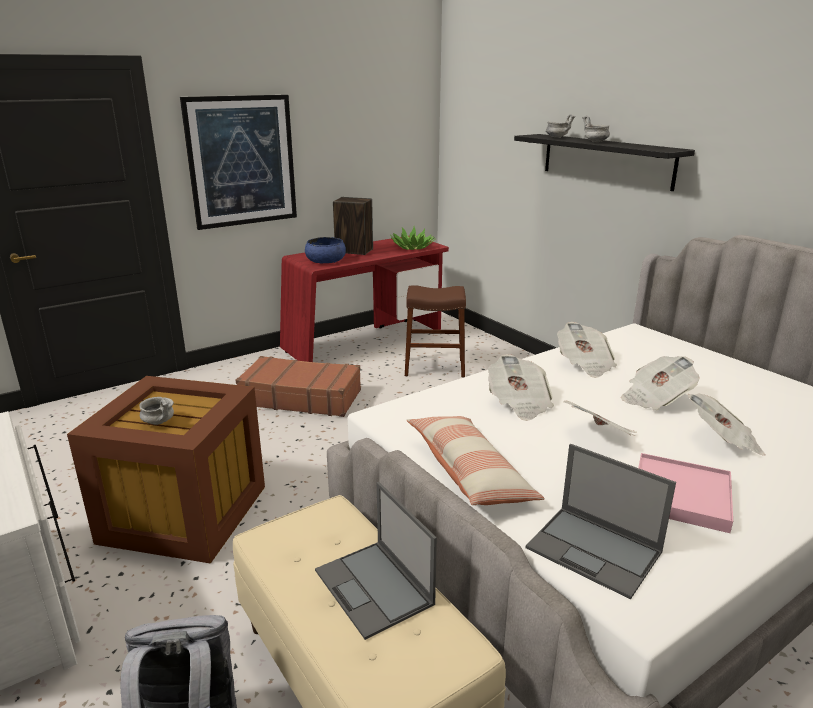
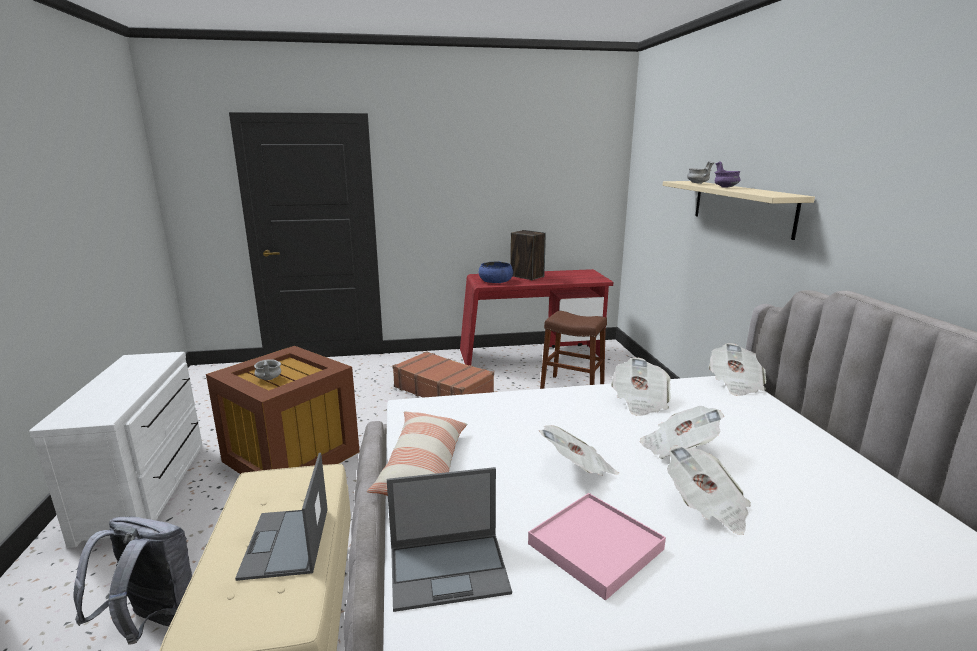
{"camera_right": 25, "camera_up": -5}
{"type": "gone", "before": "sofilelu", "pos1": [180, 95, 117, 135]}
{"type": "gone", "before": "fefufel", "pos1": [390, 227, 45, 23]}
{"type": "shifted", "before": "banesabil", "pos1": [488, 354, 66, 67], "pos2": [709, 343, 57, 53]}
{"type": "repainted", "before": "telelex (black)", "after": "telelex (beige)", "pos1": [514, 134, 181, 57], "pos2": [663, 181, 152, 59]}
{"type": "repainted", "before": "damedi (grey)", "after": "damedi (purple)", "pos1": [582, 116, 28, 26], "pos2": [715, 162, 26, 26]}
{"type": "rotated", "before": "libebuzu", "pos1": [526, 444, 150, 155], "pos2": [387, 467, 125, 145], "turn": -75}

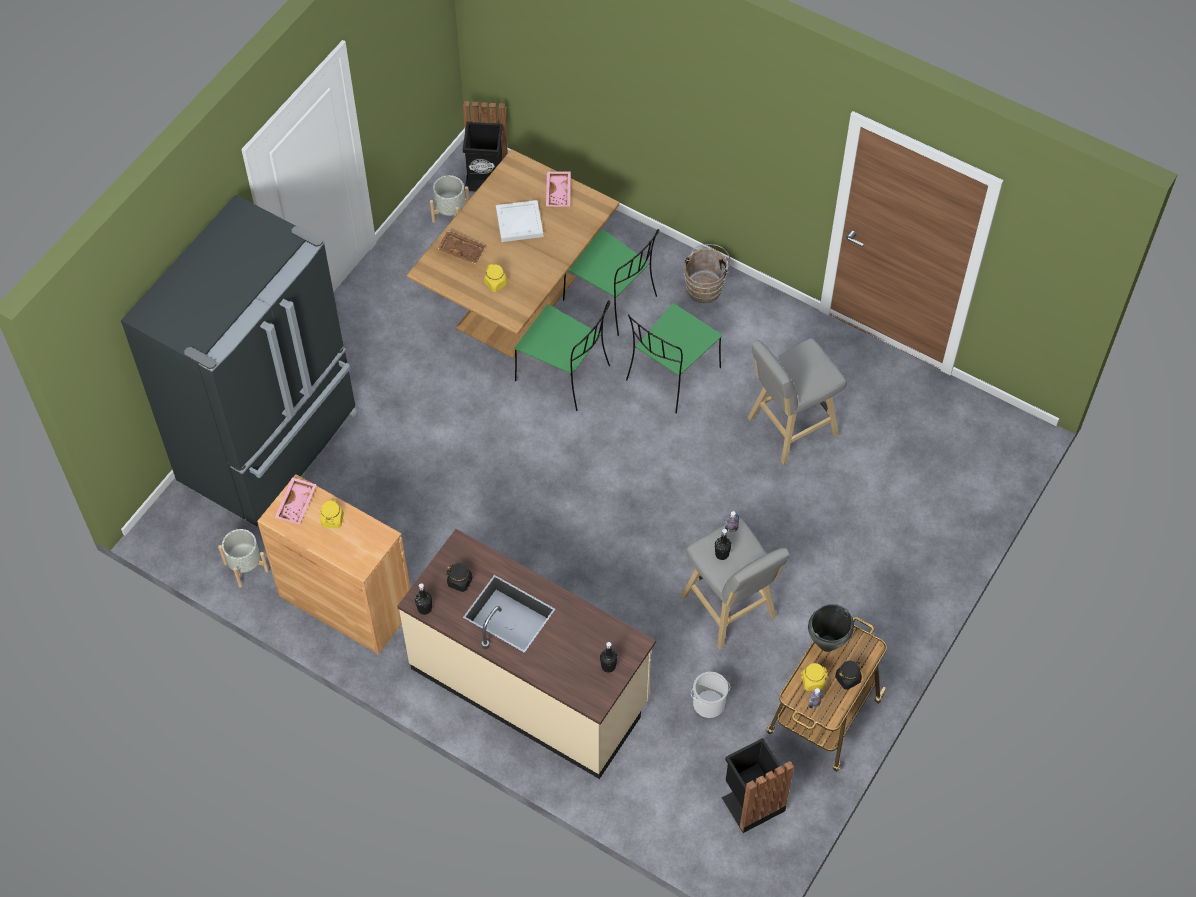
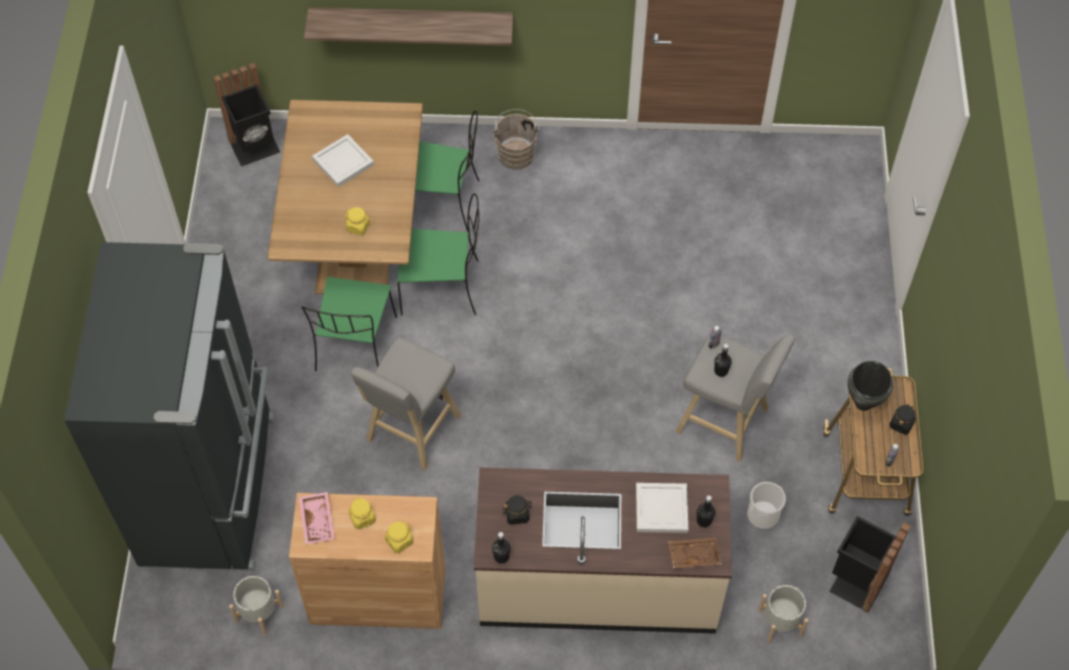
{"camera_right": -30, "camera_up": 0}
{"type": "gone", "before": "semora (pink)", "pos1": [546, 171, 25, 36]}
{"type": "new", "after": "telelex", "pos2": [304, 7, 209, 39]}
{"type": "new", "after": "semora (white)", "pos2": [636, 483, 52, 50]}
{"type": "shifted", "before": "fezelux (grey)", "pos1": [430, 175, 39, 48], "pos2": [758, 585, 50, 58]}
{"type": "shifted", "before": "semora (brown)", "pos1": [438, 231, 47, 33], "pos2": [668, 537, 54, 31]}
{"type": "shifted", "before": "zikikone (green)", "pos1": [626, 303, 96, 111], "pos2": [301, 277, 96, 94]}
{"type": "shifted", "before": "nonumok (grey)", "pos1": [748, 338, 99, 126], "pos2": [351, 337, 110, 133]}
{"type": "shifted", "before": "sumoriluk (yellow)", "pos1": [800, 663, 28, 28], "pos2": [384, 522, 29, 31]}

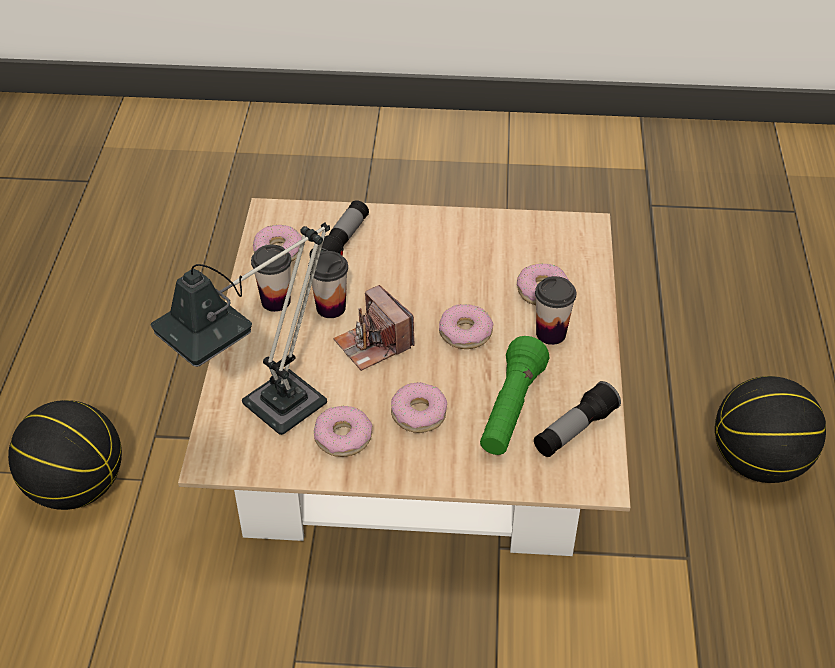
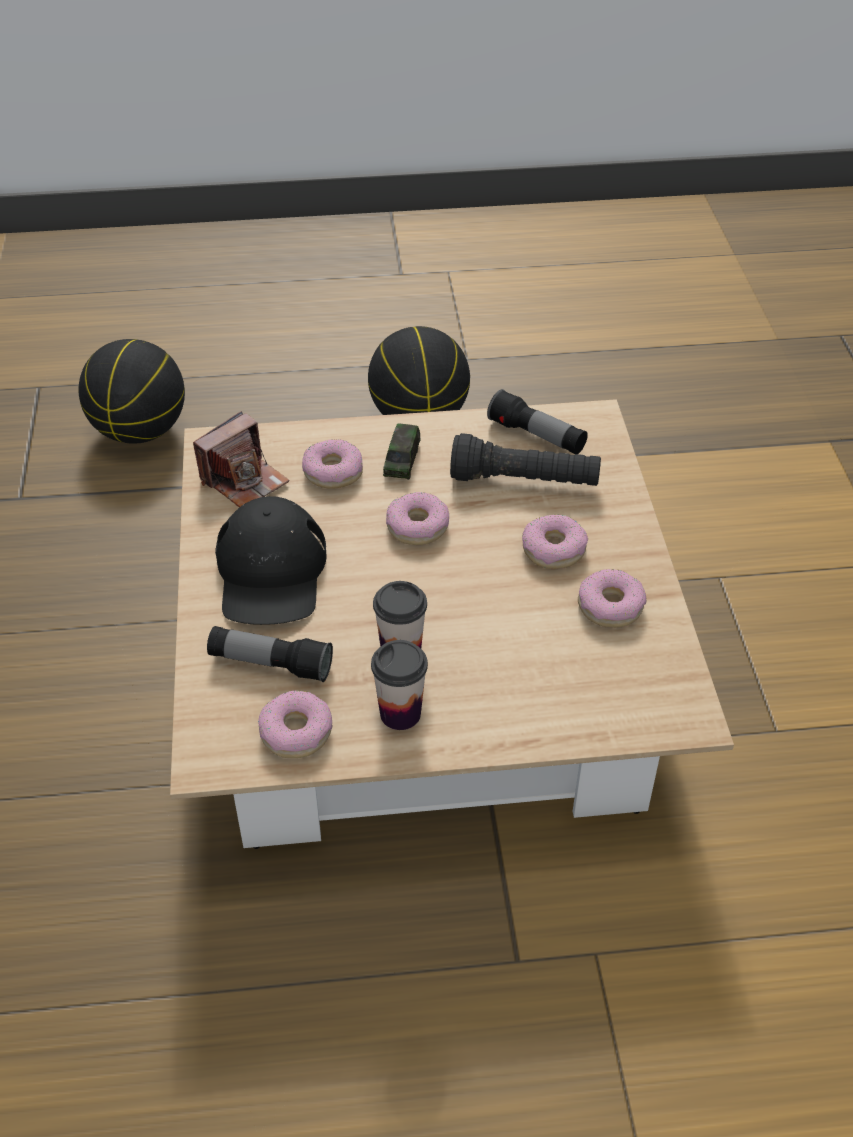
{"camera_right": -100, "camera_up": 0}
{"type": "gone", "before": "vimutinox", "pos1": [151, 223, 179, 212]}
{"type": "new", "after": "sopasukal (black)", "pos2": [215, 496, 112, 129]}
{"type": "shifted", "before": "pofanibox", "pos1": [8, 400, 114, 110], "pos2": [79, 339, 106, 105]}
{"type": "shifted", "before": "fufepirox", "pos1": [333, 285, 82, 86], "pos2": [193, 411, 97, 96]}
{"type": "swapped", "before": "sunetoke", "after": "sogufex", "pos1": [535, 276, 41, 69], "pos2": [383, 423, 38, 57]}
{"type": "repainted", "before": "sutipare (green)", "after": "sutipare (black)", "pos1": [480, 336, 69, 119], "pos2": [450, 433, 151, 53]}

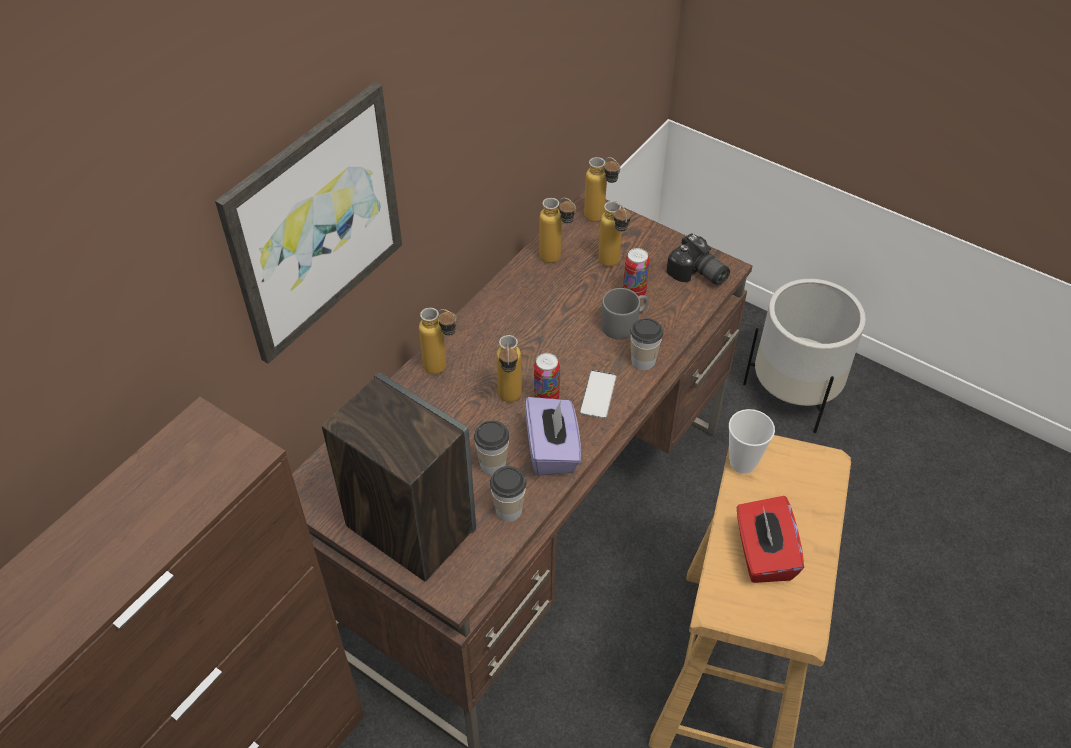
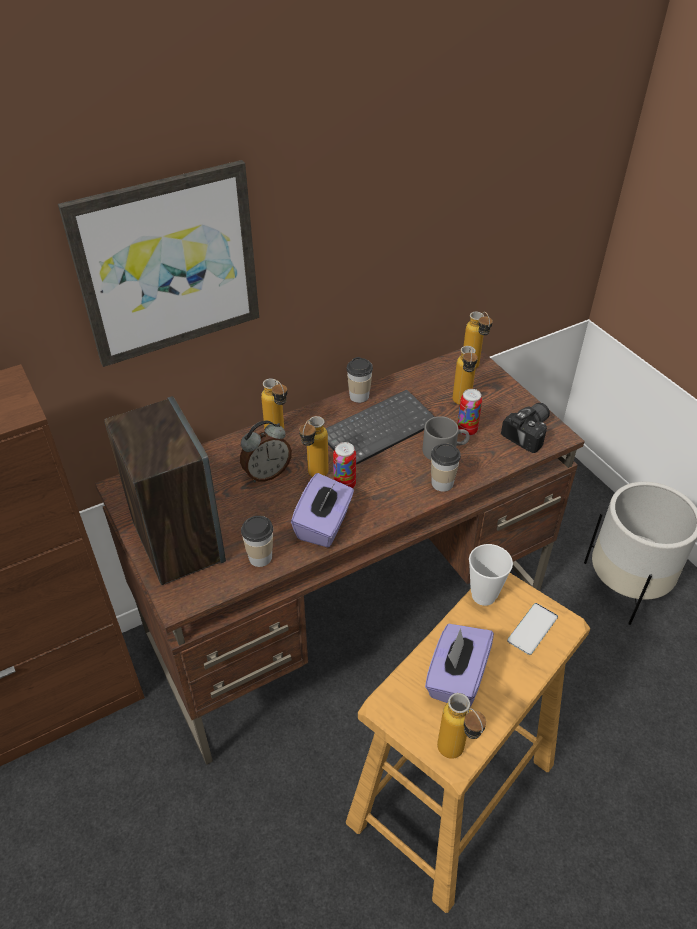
{"camera_right": 25, "camera_up": -5}
{"type": "new", "after": "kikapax", "pos2": [240, 420, 52, 62]}
{"type": "new", "after": "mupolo", "pos2": [326, 390, 109, 75]}
{"type": "shifted", "before": "sunetoke", "pos1": [474, 421, 35, 54], "pos2": [347, 357, 26, 46]}
{"type": "shifted", "before": "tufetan", "pos1": [539, 198, 37, 65], "pos2": [437, 693, 49, 66]}
{"type": "shifted", "before": "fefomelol", "pos1": [580, 370, 37, 48], "pos2": [507, 603, 51, 52]}
{"type": "repainted", "before": "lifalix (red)", "after": "lifalix (purple)", "pos1": [737, 496, 67, 87], "pos2": [425, 624, 69, 84]}
{"type": "rotated", "before": "fufepirox", "pos1": [666, 234, 64, 51], "pos2": [501, 403, 49, 50], "turn": -120}

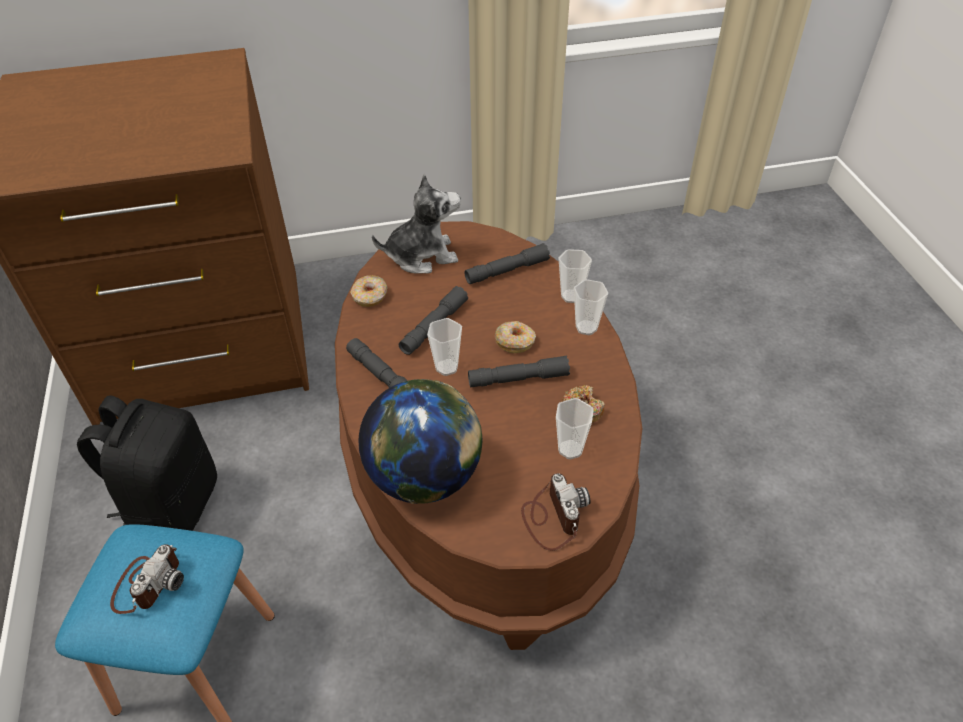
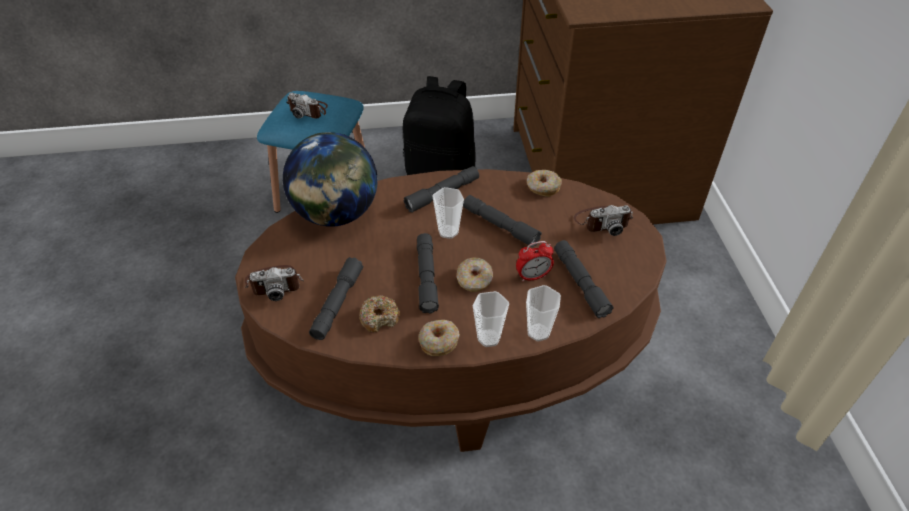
{"camera_right": 95, "camera_up": 0}
{"type": "new", "after": "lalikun", "pos2": [418, 320, 42, 36]}
{"type": "new", "after": "kikapax", "pos2": [516, 241, 38, 41]}
{"type": "swapped", "before": "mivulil", "after": "fufepirox", "pos1": [372, 174, 88, 100], "pos2": [574, 205, 59, 31]}
{"type": "swapped", "before": "sunetoke", "after": "sutipare (grey)", "pos1": [556, 398, 38, 62], "pos2": [309, 257, 54, 83]}

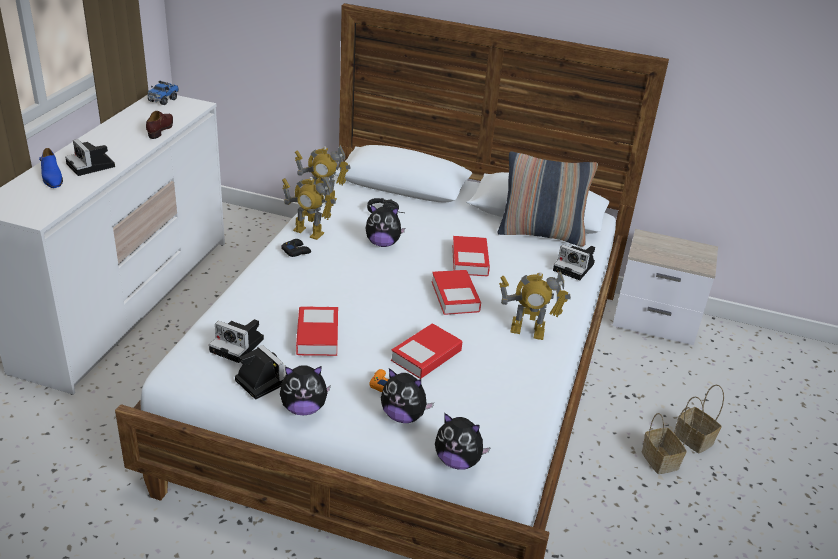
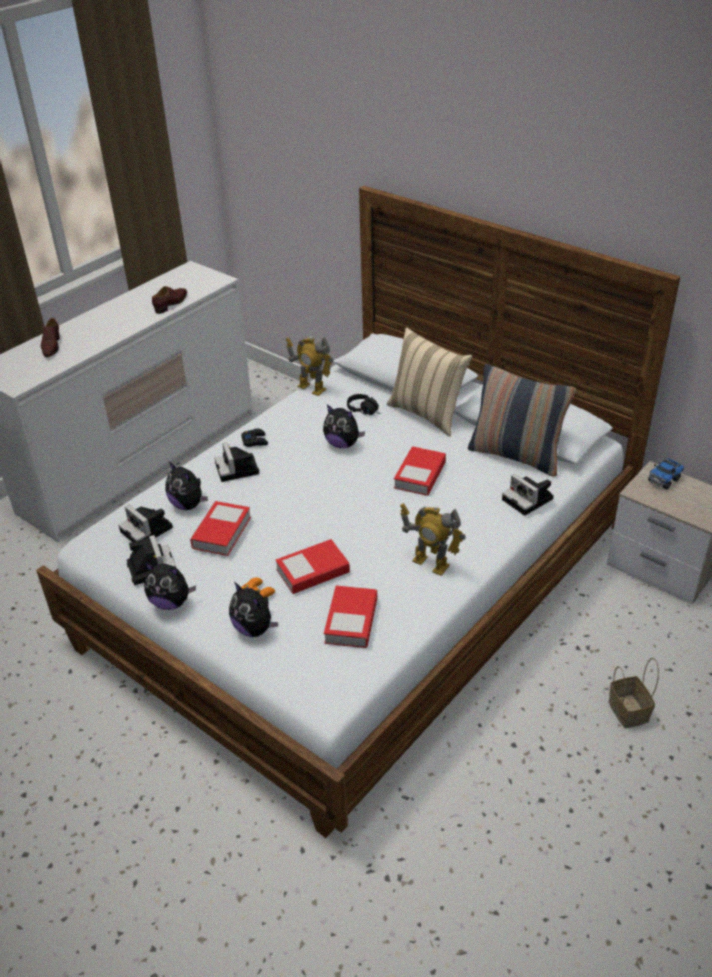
{"camera_right": 25, "camera_up": 5}
{"type": "gone", "before": "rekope", "pos1": [282, 177, 54, 63]}
{"type": "gone", "before": "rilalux", "pos1": [642, 407, 51, 67]}
{"type": "new", "after": "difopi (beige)", "pos2": [387, 328, 85, 109]}
{"type": "shifted", "before": "fufepirox", "pos1": [65, 139, 50, 37], "pos2": [215, 442, 44, 40]}
{"type": "shifted", "before": "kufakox", "pos1": [147, 81, 32, 24], "pos2": [648, 458, 36, 31]}
{"type": "shifted", "before": "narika", "pos1": [432, 270, 49, 45], "pos2": [324, 586, 53, 62]}
{"type": "shifted", "before": "mivulil", "pos1": [435, 413, 56, 57], "pos2": [165, 461, 43, 49]}
{"type": "repainted", "before": "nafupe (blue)", "after": "nafupe (brown)", "pos1": [39, 148, 24, 40], "pos2": [41, 318, 19, 39]}

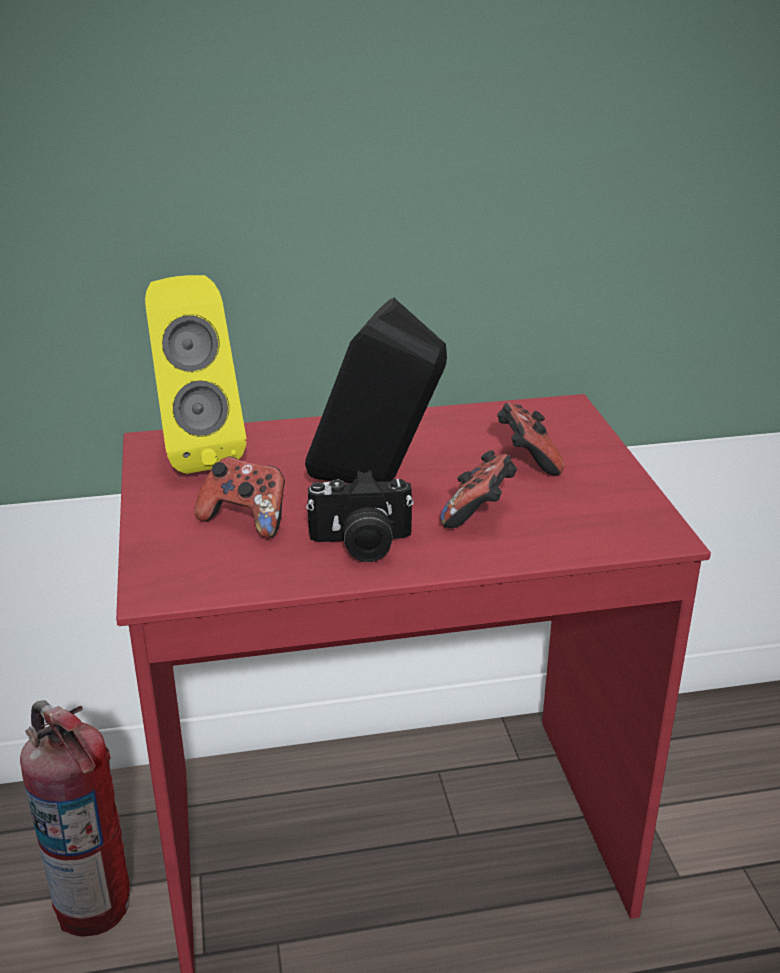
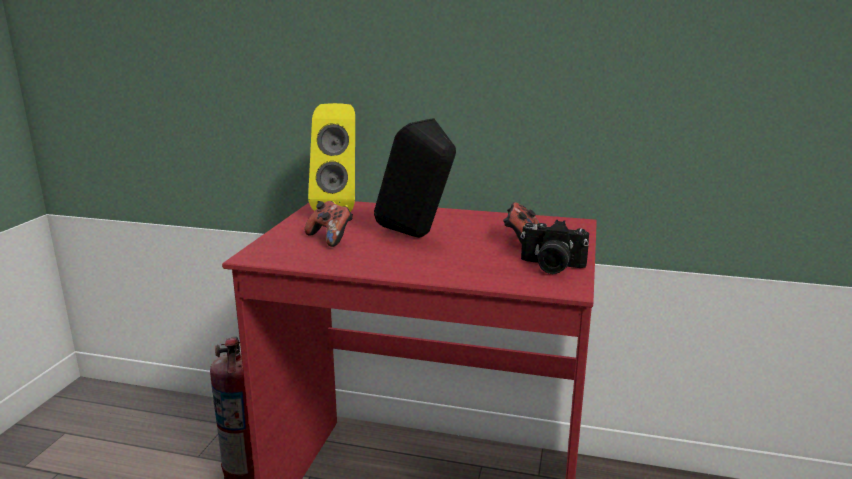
{"camera_right": 25, "camera_up": -10}
{"type": "gone", "before": "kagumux", "pos1": [440, 450, 77, 78]}
{"type": "shifted", "before": "fufepirox", "pos1": [306, 471, 108, 91], "pos2": [521, 220, 68, 54]}

